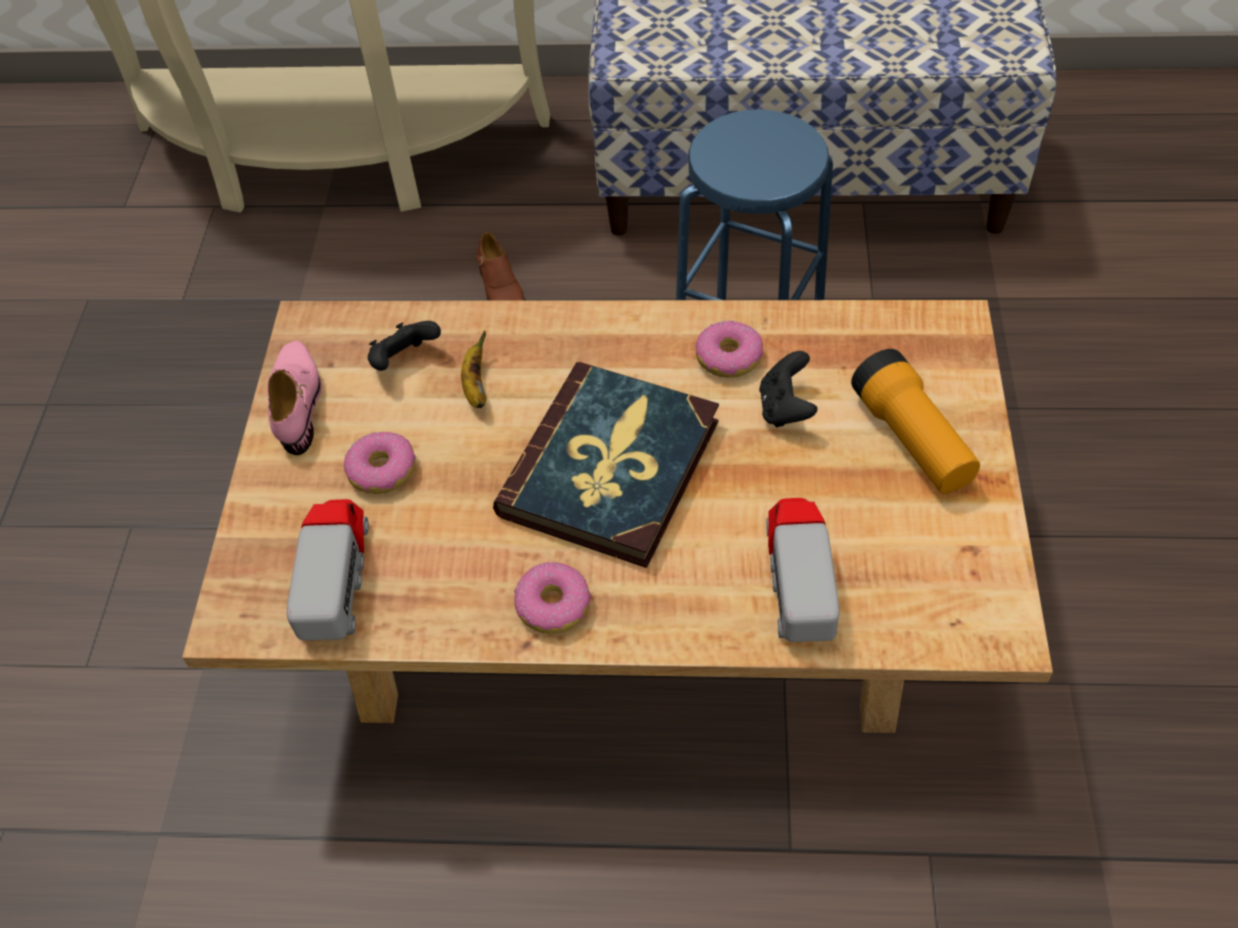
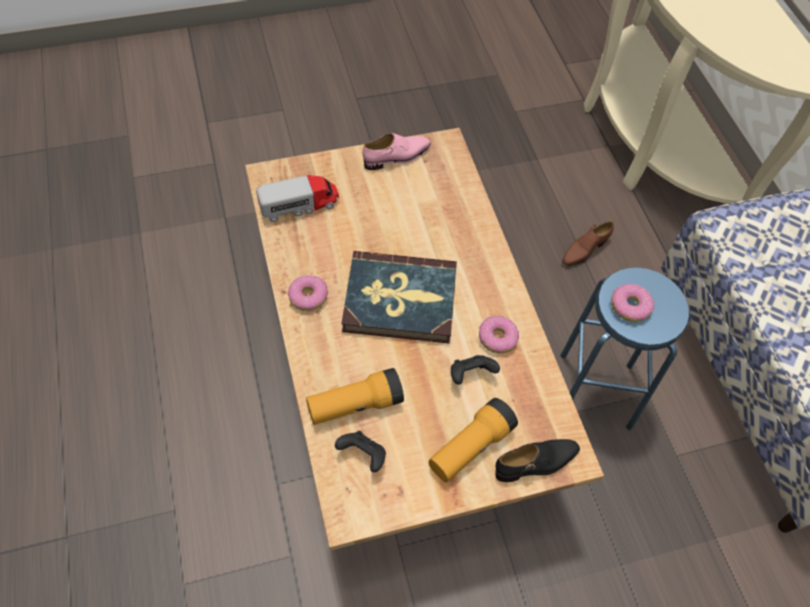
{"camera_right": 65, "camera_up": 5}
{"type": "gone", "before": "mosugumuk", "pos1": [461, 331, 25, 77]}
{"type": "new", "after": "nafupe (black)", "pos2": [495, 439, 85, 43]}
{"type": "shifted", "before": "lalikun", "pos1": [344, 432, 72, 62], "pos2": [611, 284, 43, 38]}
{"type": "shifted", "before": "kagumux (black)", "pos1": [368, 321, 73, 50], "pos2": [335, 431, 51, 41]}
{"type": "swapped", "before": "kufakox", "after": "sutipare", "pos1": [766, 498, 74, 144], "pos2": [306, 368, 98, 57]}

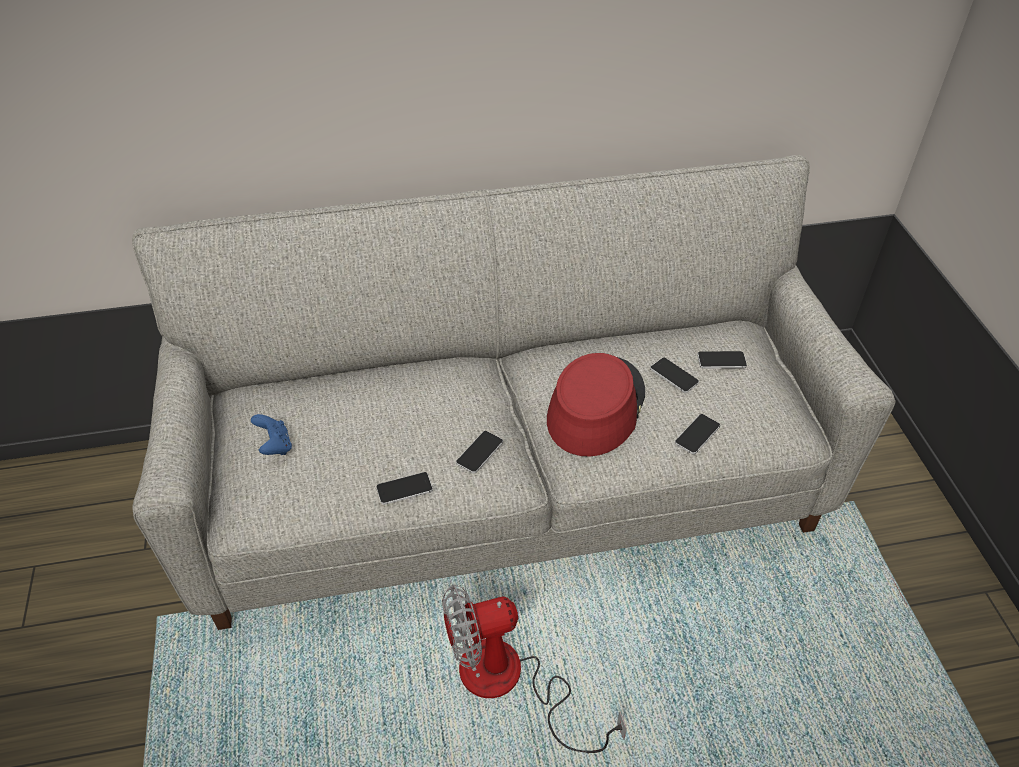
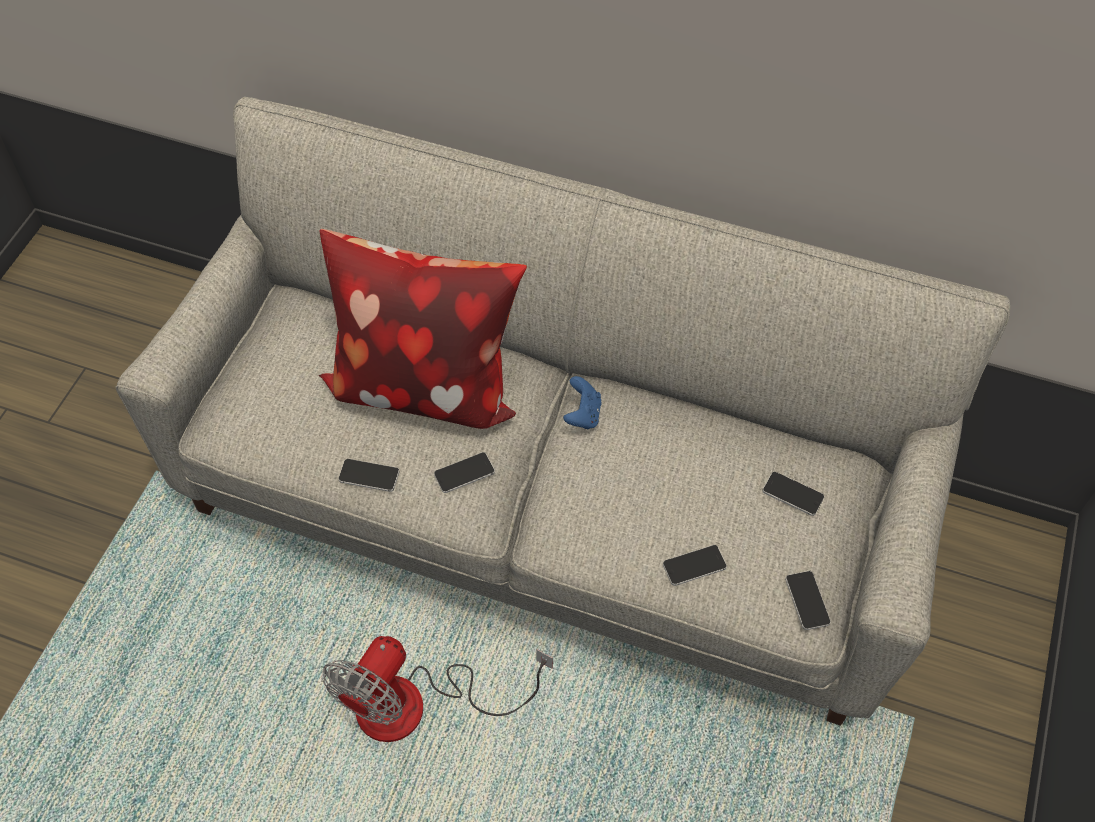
{"camera_right": 30, "camera_up": 10}
{"type": "gone", "before": "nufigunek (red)", "pos1": [547, 353, 98, 103]}
{"type": "new", "after": "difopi", "pos2": [318, 229, 209, 200]}
{"type": "shifted", "before": "kagumux (blue)", "pos1": [251, 414, 41, 41], "pos2": [563, 376, 38, 53]}
{"type": "shifted", "before": "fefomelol", "pos1": [650, 358, 49, 35], "pos2": [785, 571, 46, 59]}
{"type": "rotated", "before": "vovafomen", "pos1": [442, 584, 185, 169], "pos2": [322, 636, 231, 106], "turn": -75}

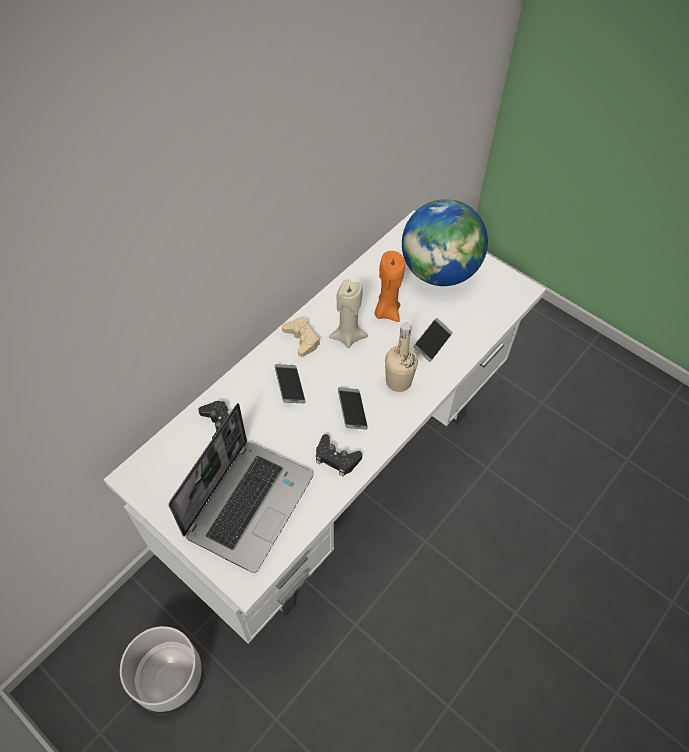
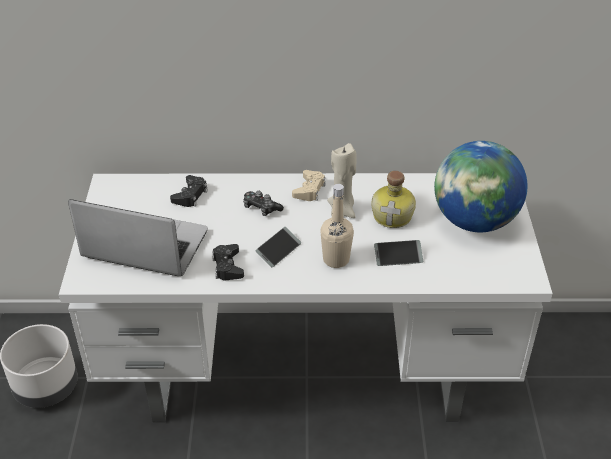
{"camera_right": 50, "camera_up": -15}
{"type": "swapped", "before": "fefomelol", "after": "kagumux", "pos1": [274, 364, 32, 39], "pos2": [243, 191, 41, 25]}
{"type": "swapped", "before": "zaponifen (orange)", "after": "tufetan", "pos1": [374, 251, 31, 71], "pos2": [372, 171, 44, 57]}
{"type": "rotated", "before": "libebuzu", "pos1": [169, 403, 144, 170], "pos2": [68, 199, 140, 77], "turn": -150}

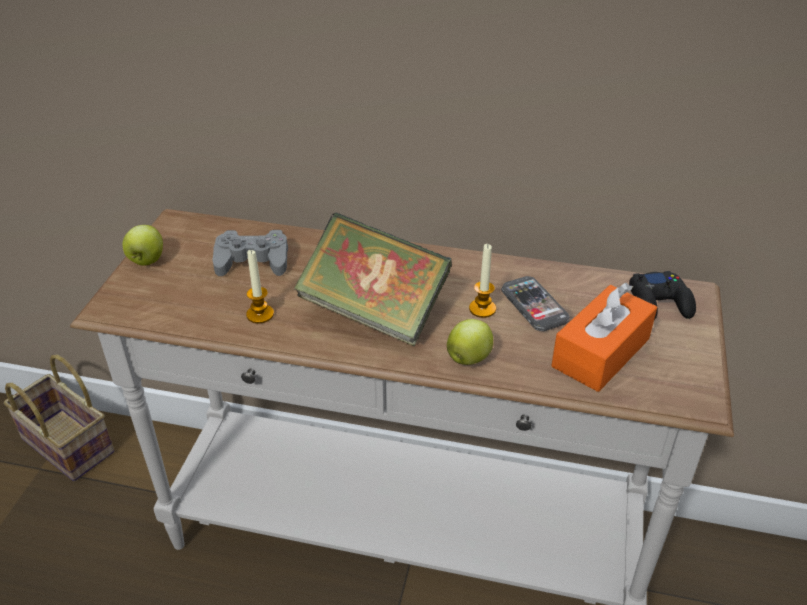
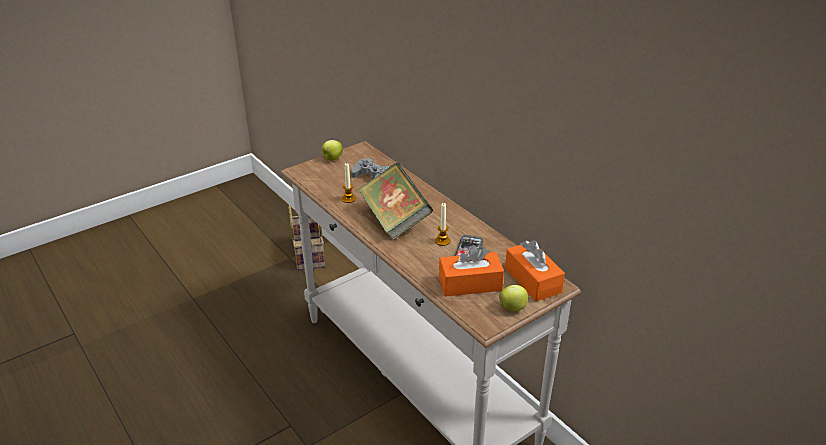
{"camera_right": 40, "camera_up": -5}
{"type": "shifted", "before": "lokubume", "pos1": [447, 319, 46, 46], "pos2": [499, 285, 31, 26]}
{"type": "swapped", "before": "kagumux (black)", "after": "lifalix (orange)", "pos1": [629, 271, 67, 49], "pos2": [505, 240, 60, 61]}

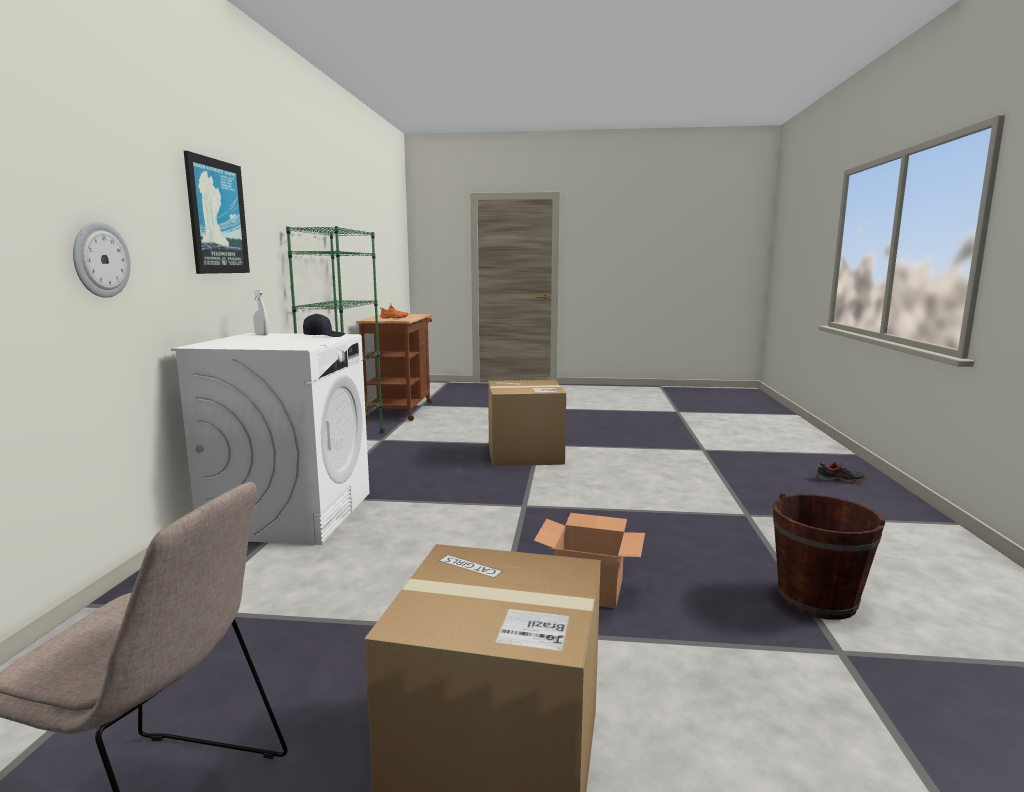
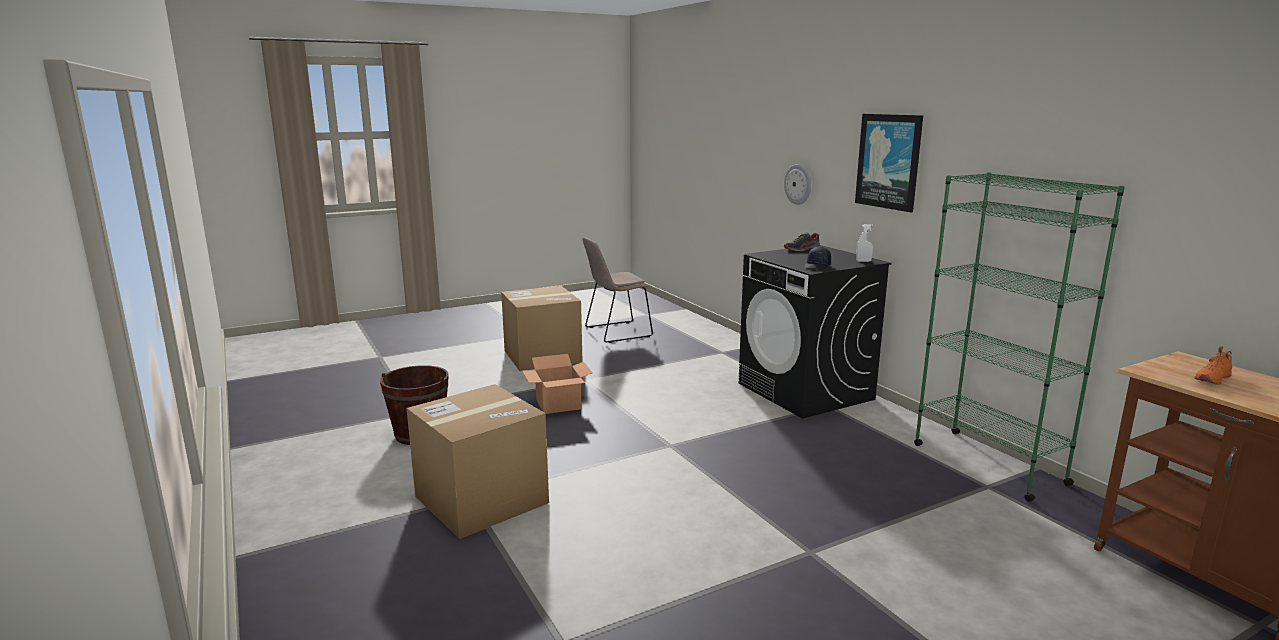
{"camera_right": 145, "camera_up": 5}
{"type": "shifted", "before": "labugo", "pos1": [488, 380, 78, 86], "pos2": [406, 384, 143, 155]}
{"type": "shifted", "before": "nafupe", "pos1": [816, 462, 50, 21], "pos2": [784, 232, 36, 19]}
{"type": "repainted", "before": "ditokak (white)", "after": "ditokak (black)", "pos1": [171, 333, 199, 212], "pos2": [738, 245, 154, 174]}

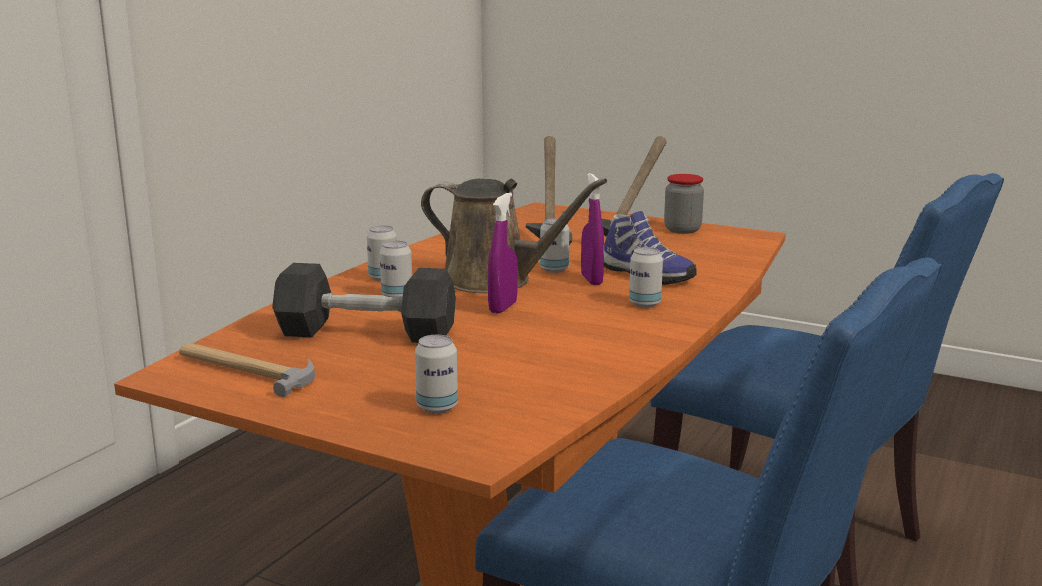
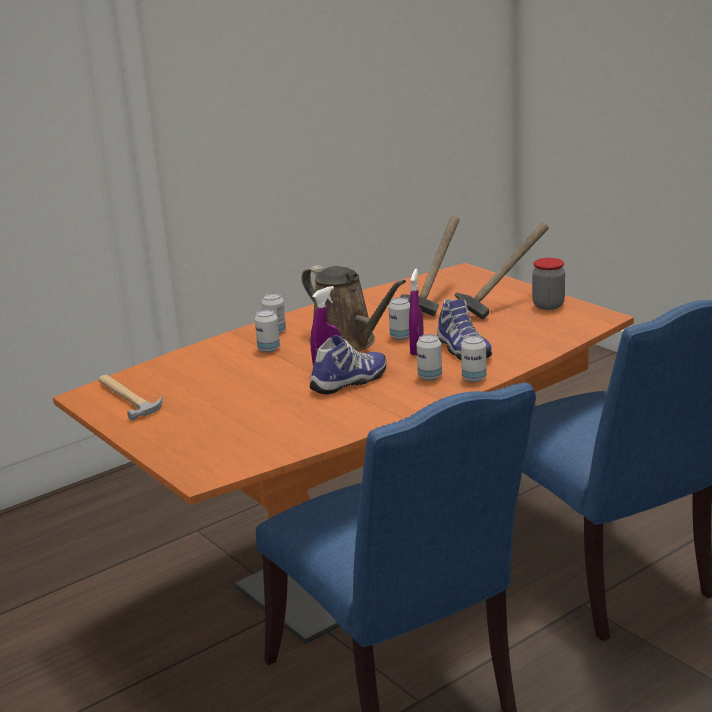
{"camera_right": 25, "camera_up": 5}
{"type": "gone", "before": "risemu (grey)", "pos1": [272, 263, 184, 80]}
{"type": "new", "after": "nafupe", "pos2": [310, 335, 76, 59]}
{"type": "shifted", "before": "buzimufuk", "pos1": [415, 335, 43, 79], "pos2": [461, 335, 26, 47]}

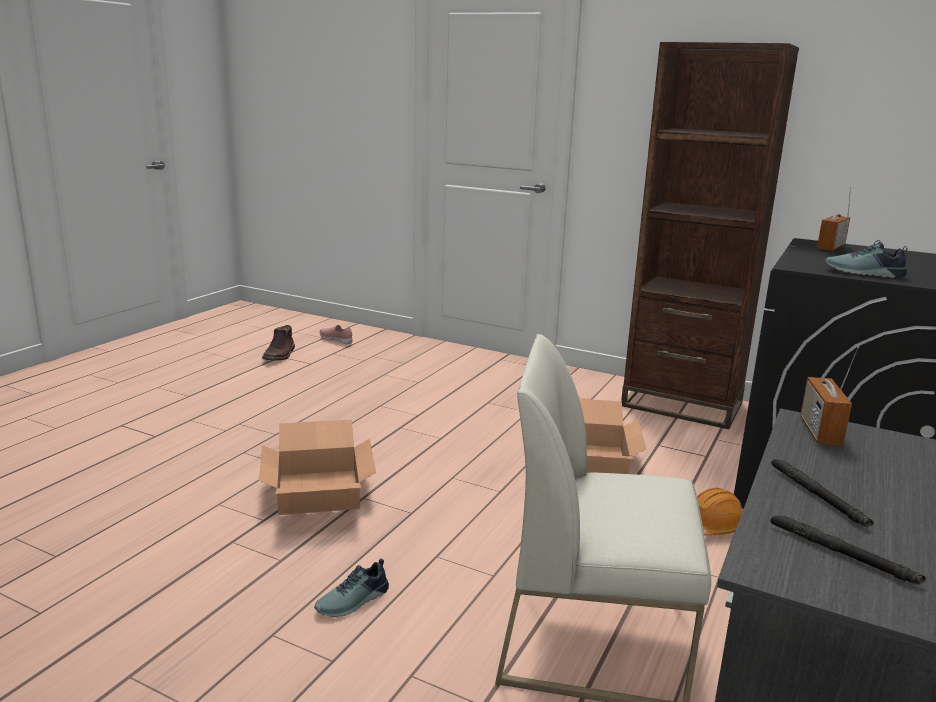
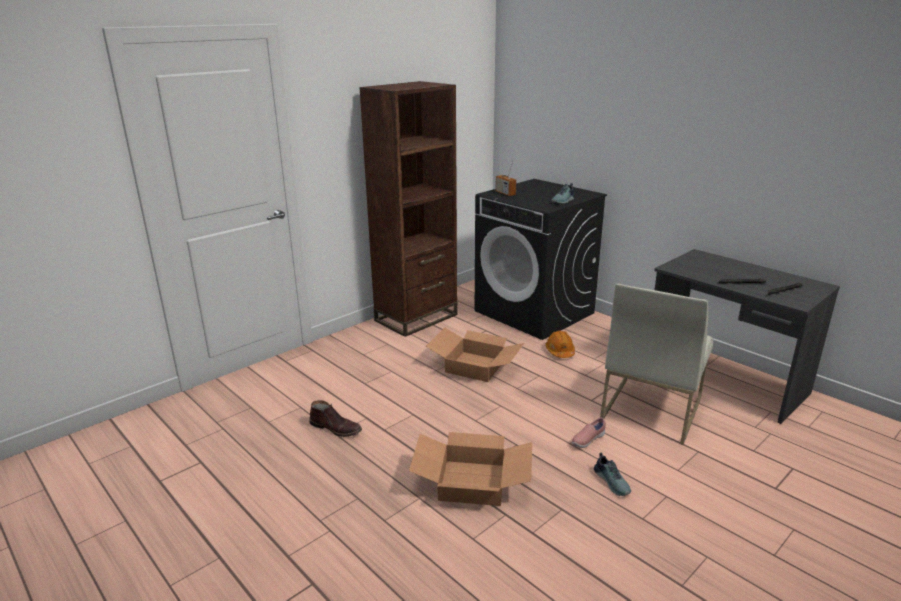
{"camera_right": -70, "camera_up": 5}
{"type": "gone", "before": "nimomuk", "pos1": [800, 345, 59, 101]}
{"type": "shifted", "before": "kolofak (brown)", "pos1": [262, 325, 33, 35], "pos2": [309, 400, 53, 37]}
{"type": "shifted", "before": "nafupe (pink)", "pos1": [320, 325, 32, 19], "pos2": [572, 418, 34, 30]}

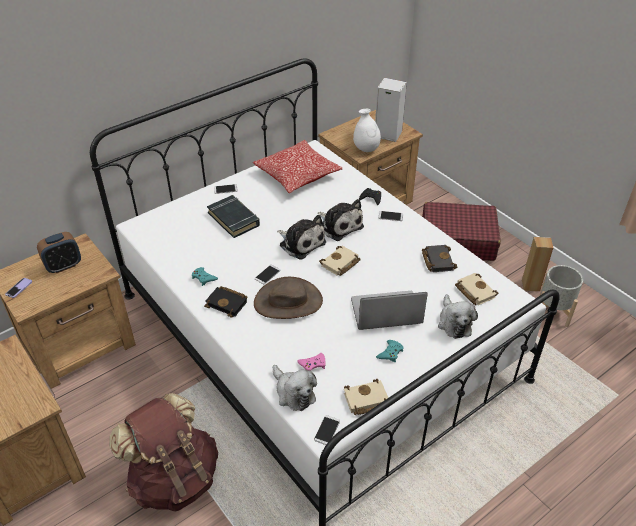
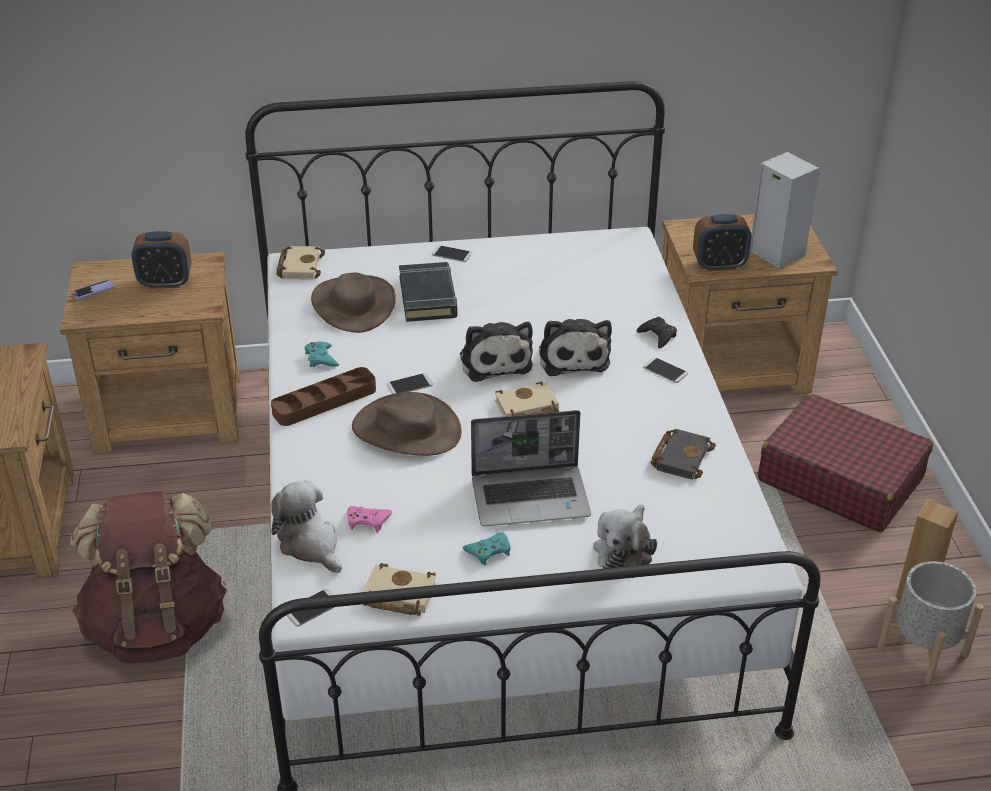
{"camera_right": 30, "camera_up": -5}
{"type": "gone", "before": "difopi", "pos1": [253, 140, 90, 53]}
{"type": "new", "after": "nufigunek (brown)", "pos2": [311, 272, 85, 61]}
{"type": "shifted", "before": "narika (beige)", "pos1": [455, 273, 43, 32], "pos2": [276, 246, 49, 34]}
{"type": "swapped", "before": "narika (black)", "after": "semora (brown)", "pos1": [204, 286, 44, 31], "pos2": [271, 367, 105, 59]}
{"type": "swapped", "before": "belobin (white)", "after": "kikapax", "pos1": [353, 109, 28, 43], "pos2": [693, 214, 58, 57]}
{"type": "rotated", "before": "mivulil", "pos1": [273, 365, 44, 46], "pos2": [271, 480, 71, 93], "turn": 150}
{"type": "rotated", "before": "libebuzu", "pos1": [351, 291, 77, 39], "pos2": [471, 410, 120, 116], "turn": 150}

